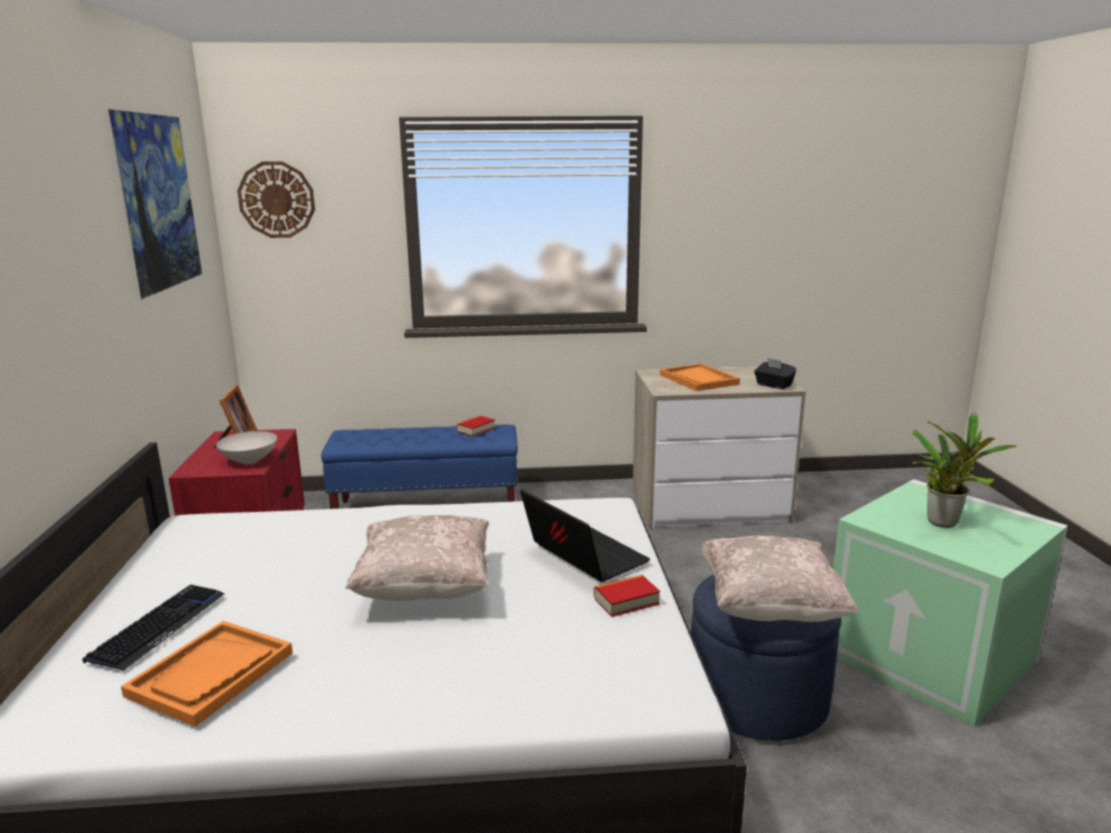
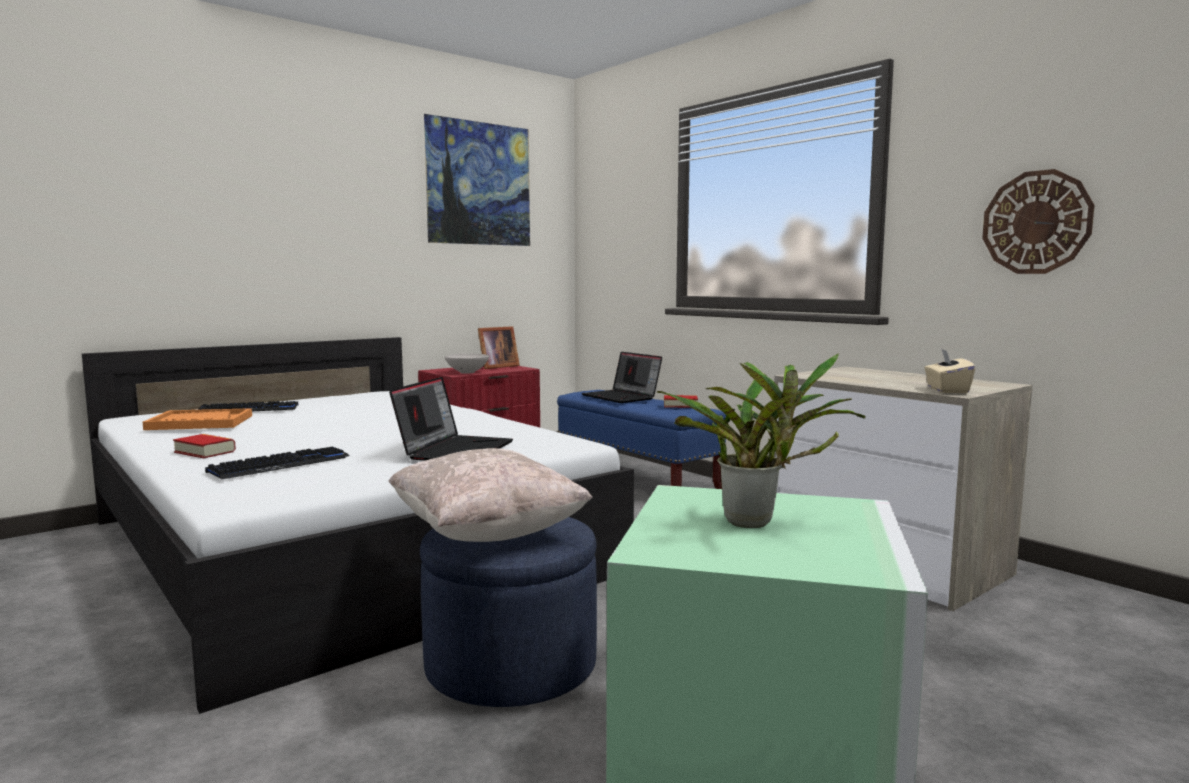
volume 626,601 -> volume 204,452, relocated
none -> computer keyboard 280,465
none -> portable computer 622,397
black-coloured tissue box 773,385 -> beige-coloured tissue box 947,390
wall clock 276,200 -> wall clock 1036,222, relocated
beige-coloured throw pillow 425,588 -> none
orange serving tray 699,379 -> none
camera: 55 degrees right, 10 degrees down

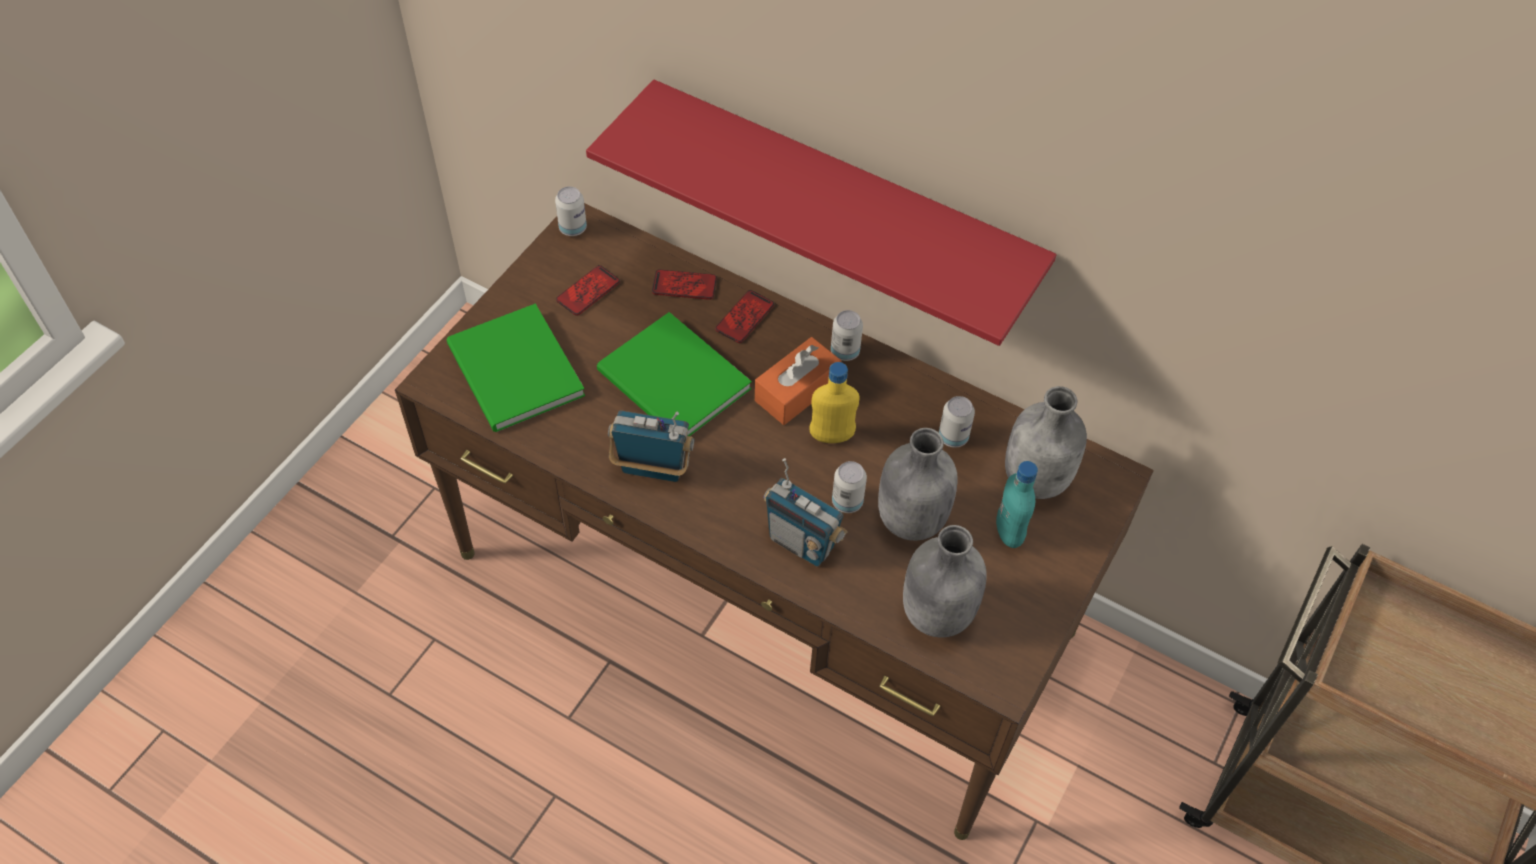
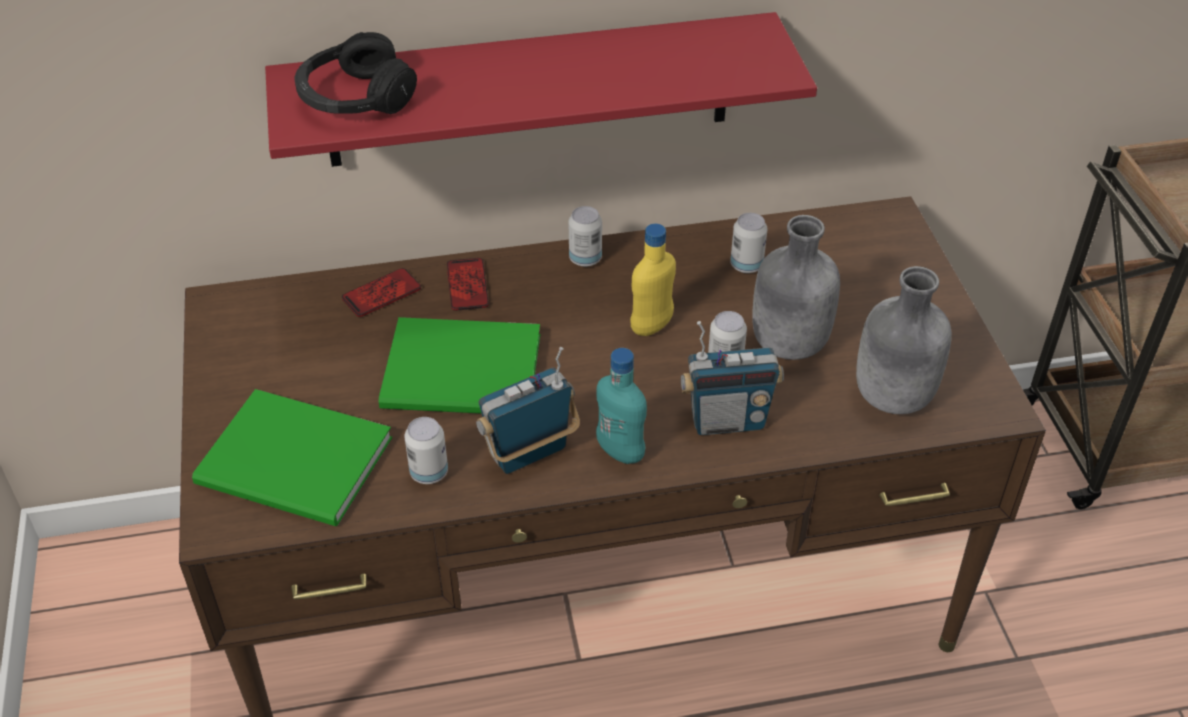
none -> black-coloured pair of headphones 355,98
metal can 573,228 -> metal can 429,473, relocated
turquoise drink bottle 1009,532 -> turquoise drink bottle 620,451, relocated
telephone 588,291 -> none
orange tissue box 797,391 -> none
gray drink bottle 1037,478 -> none
camera: 40 degrees left, 10 degrees down

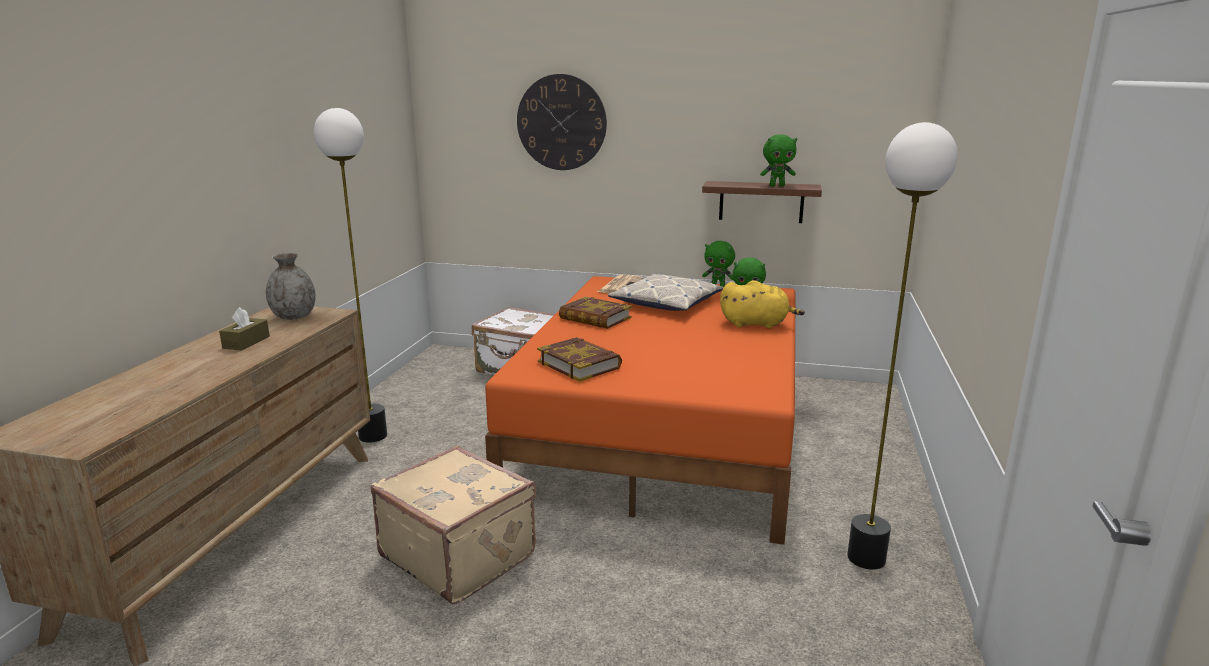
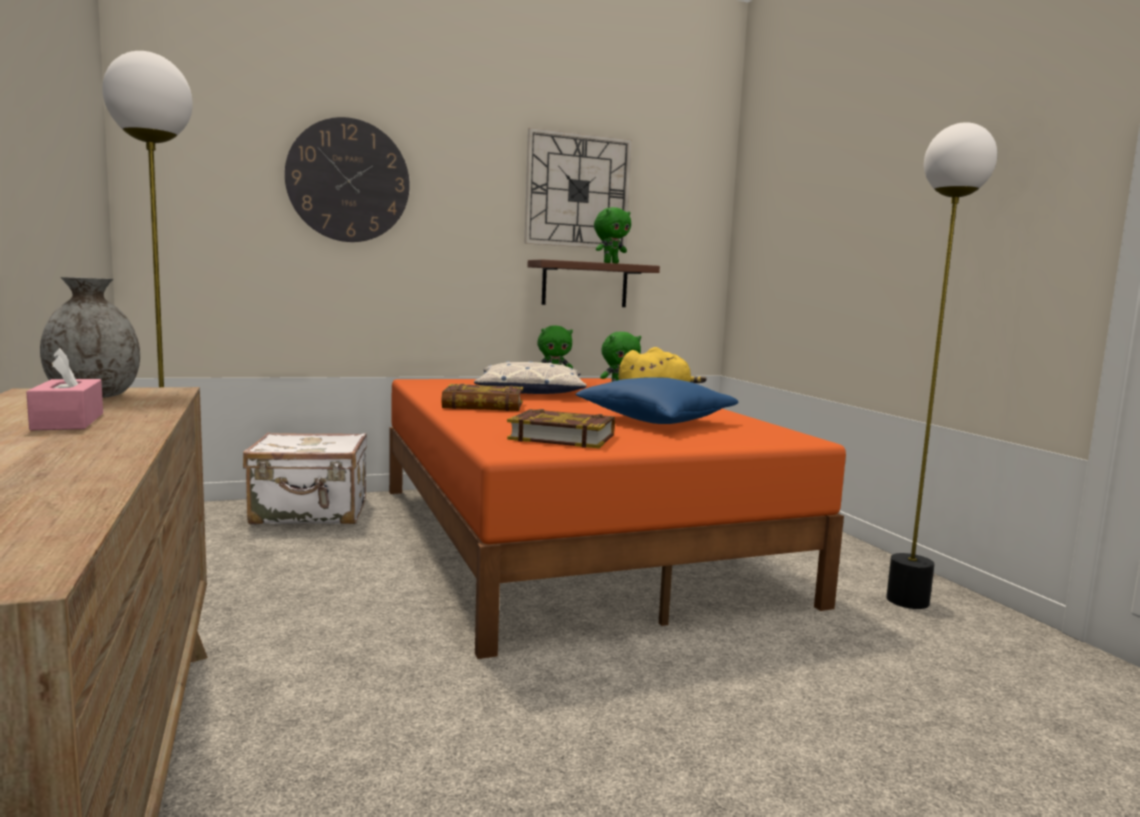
brown tissue box 246,342 -> pink tissue box 68,421
none -> wall clock 577,191
none -> bluish throw pillow 656,421
beige-coloured travel case 459,554 -> none
daily paper 620,285 -> none
camera: 35 degrees left, 10 degrees down

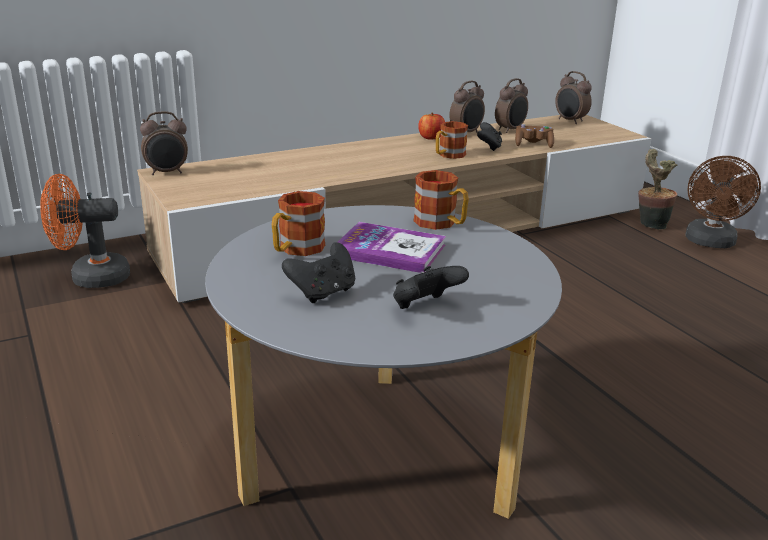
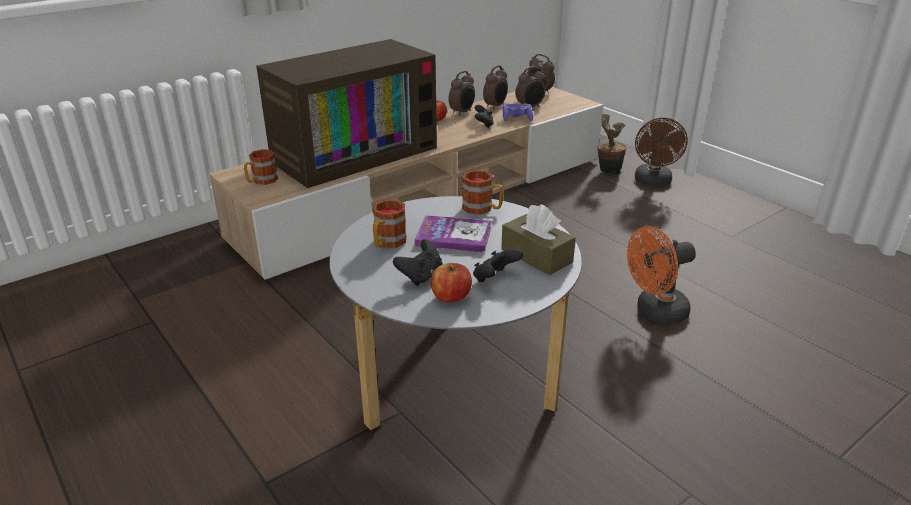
tea mug 448,155 -> tea mug 261,181, relocated
none -> television 354,153
none -> apple 451,297
none -> brown tissue box 536,256
brown gamepad 533,145 -> purplish gamepad 517,119
bedside clock 167,173 -> bedside clock 530,107, relocated
orange fan 90,278 -> orange fan 655,312, relocated
camera: 10 degrees left, 5 degrees up

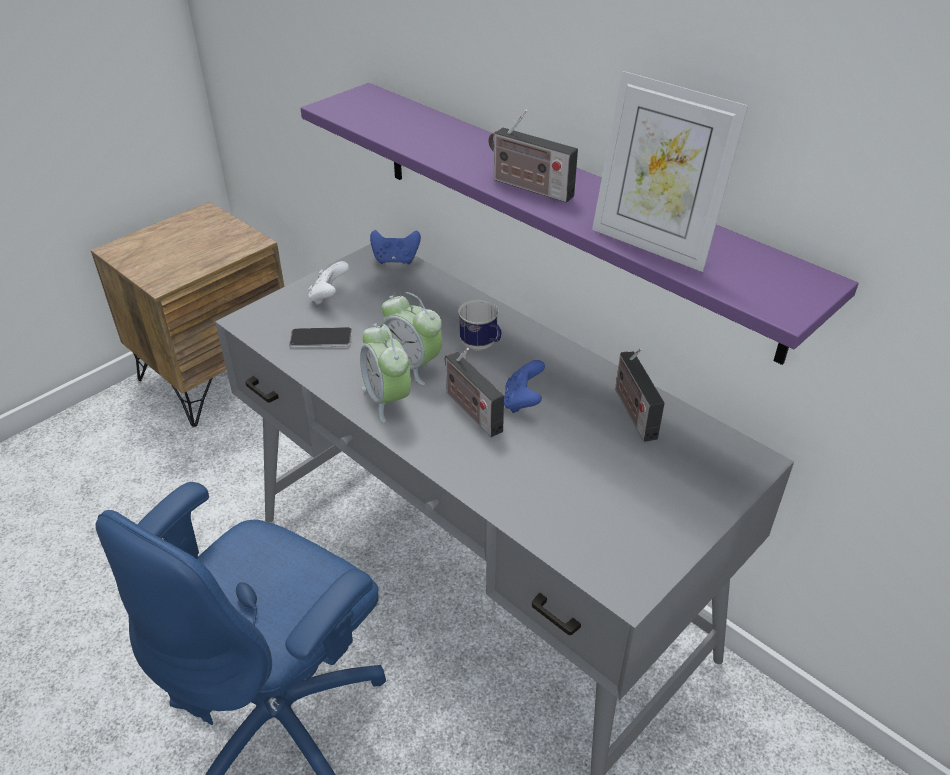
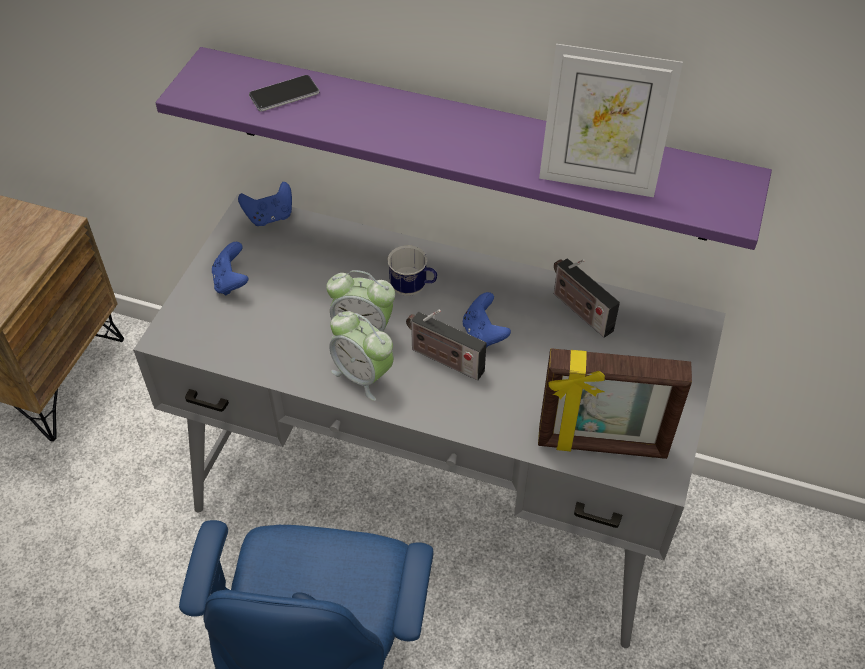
white-coloured gamepad 329,297 -> bluish gamepad 231,282
telephone 321,339 -> telephone 284,94, relocated
none -> standing frame 602,446
radio 528,187 -> none
camera: 25 degrees left, 10 degrees up

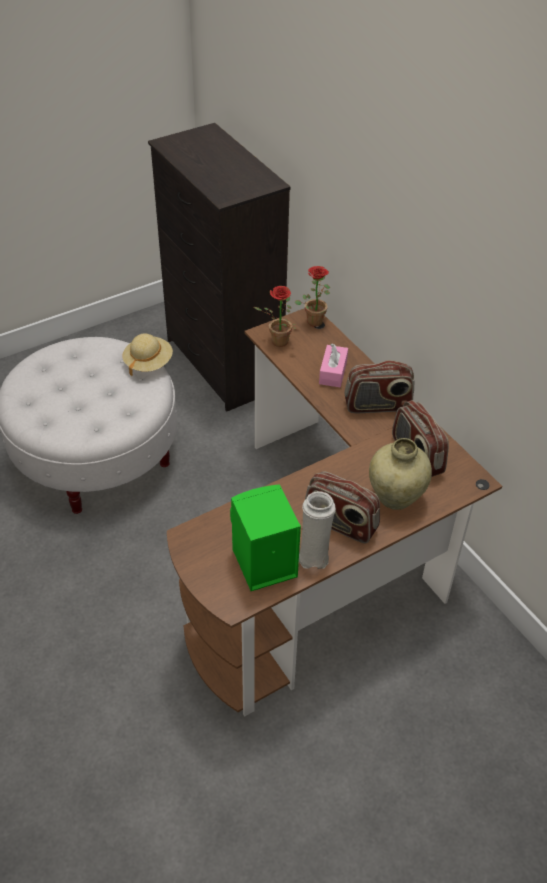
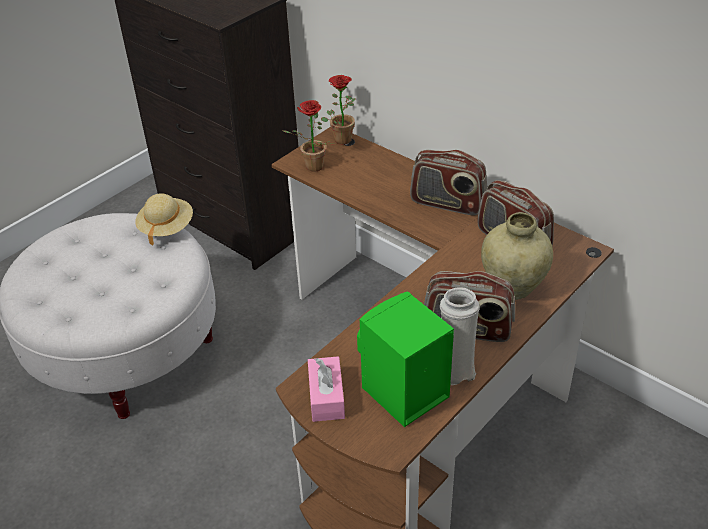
pink tissue box 333,372 -> pink tissue box 326,397, relocated
radio 377,405 -> radio 447,203, 45 degrees clockwise
camera: 15 degrees left, 5 degrees down

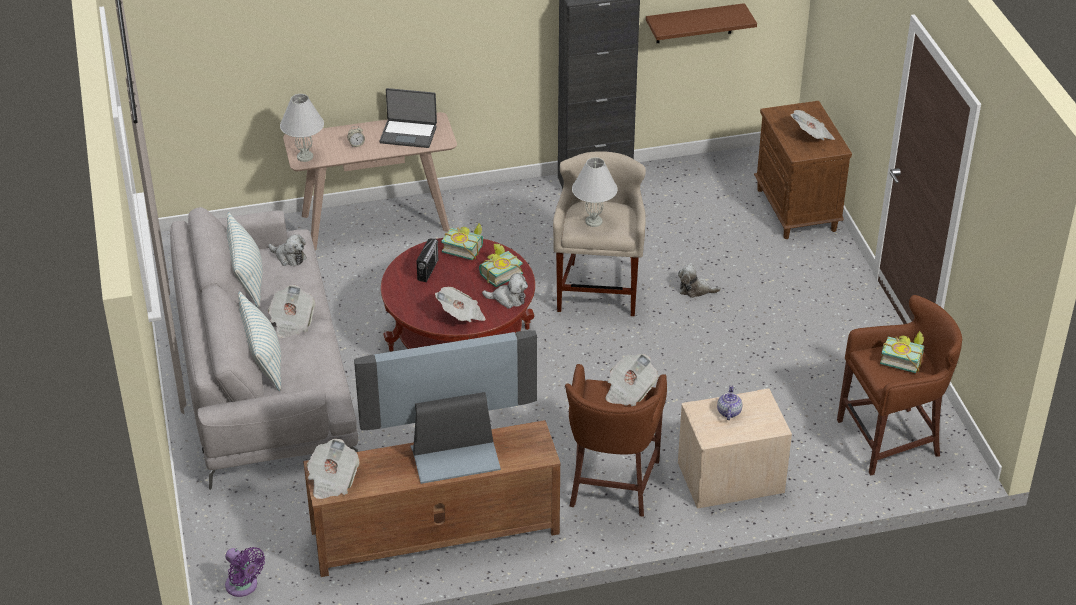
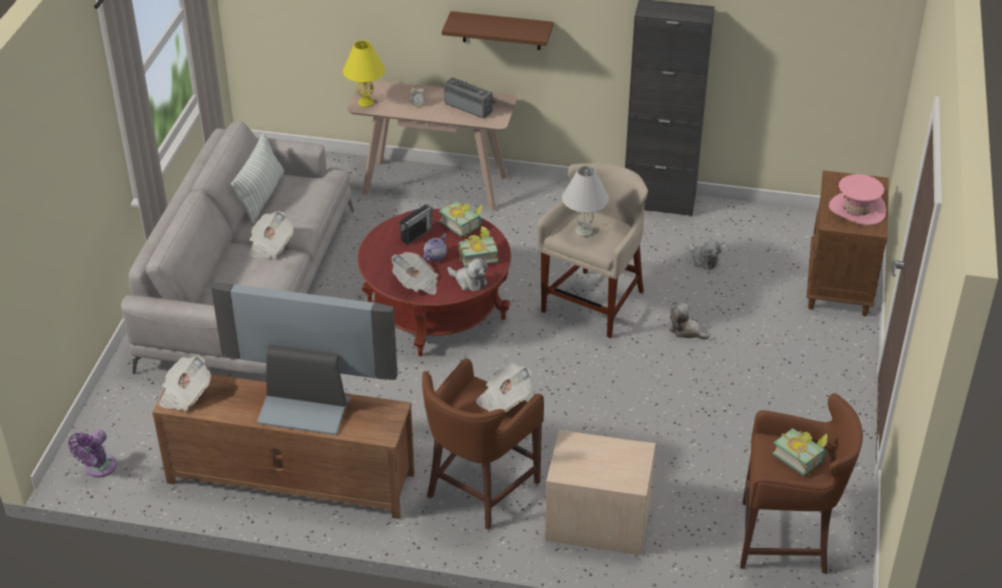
purplish fan 243,586 -> purplish fan 99,468, 45 degrees clockwise
white-coloured tabletop lamp 305,156 -> yellow-coloured tabletop lamp 366,102
pot for tea 728,412 -> pot for tea 435,256, relocated
brown bracket shelf 694,23 -> brown bracket shelf 501,30, relocated
portable computer 408,134 -> radio 470,107
plush toy 289,257 -> plush toy 704,260, relocated
daily paper 811,136 -> pink hat 857,209
throw pillow 263,360 -> none
camera: 25 degrees right, 0 degrees up

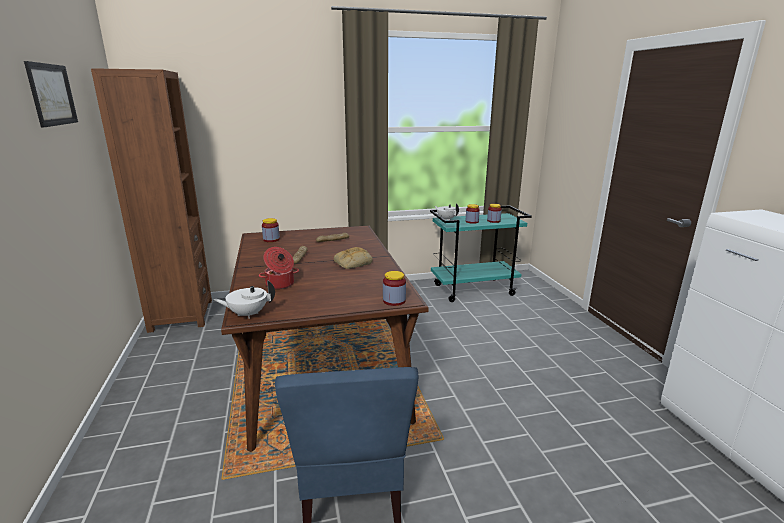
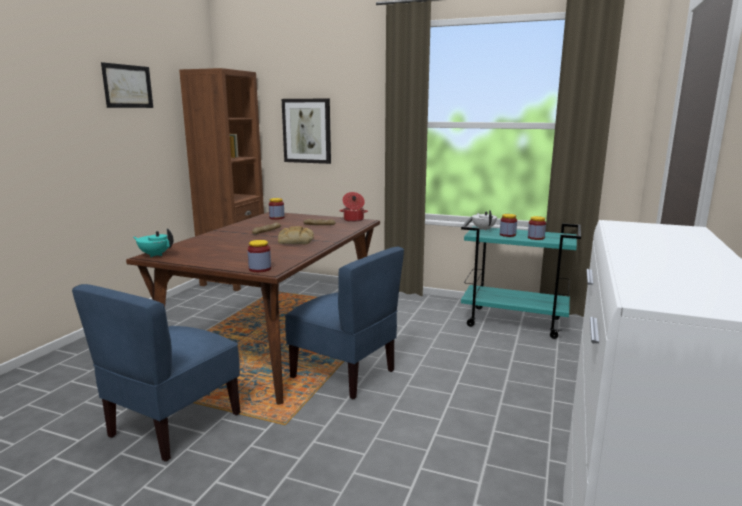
white-coloured pot for tea 248,314 -> turquoise pot for tea 155,255
none -> picture 307,131
none -> bluish chair 344,373
saucepot 280,284 -> saucepot 353,220, relocated
camera: 35 degrees right, 5 degrees down

